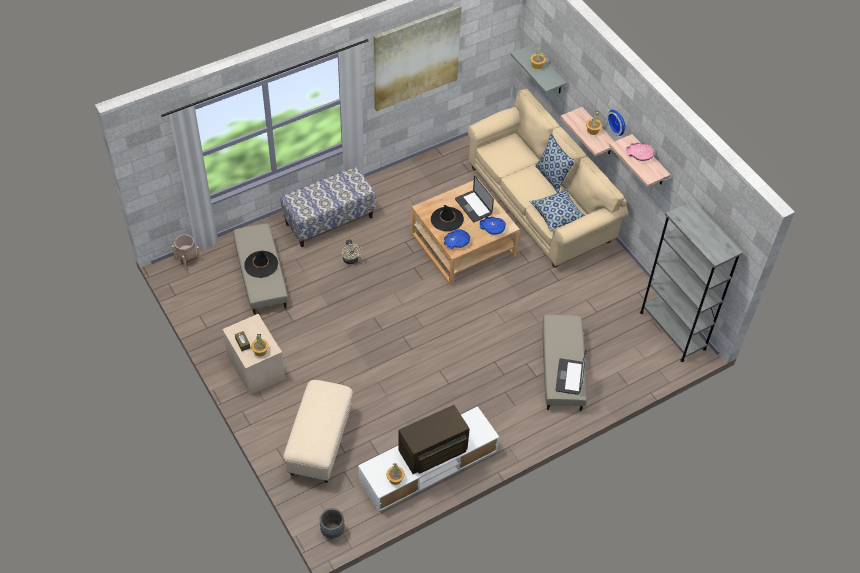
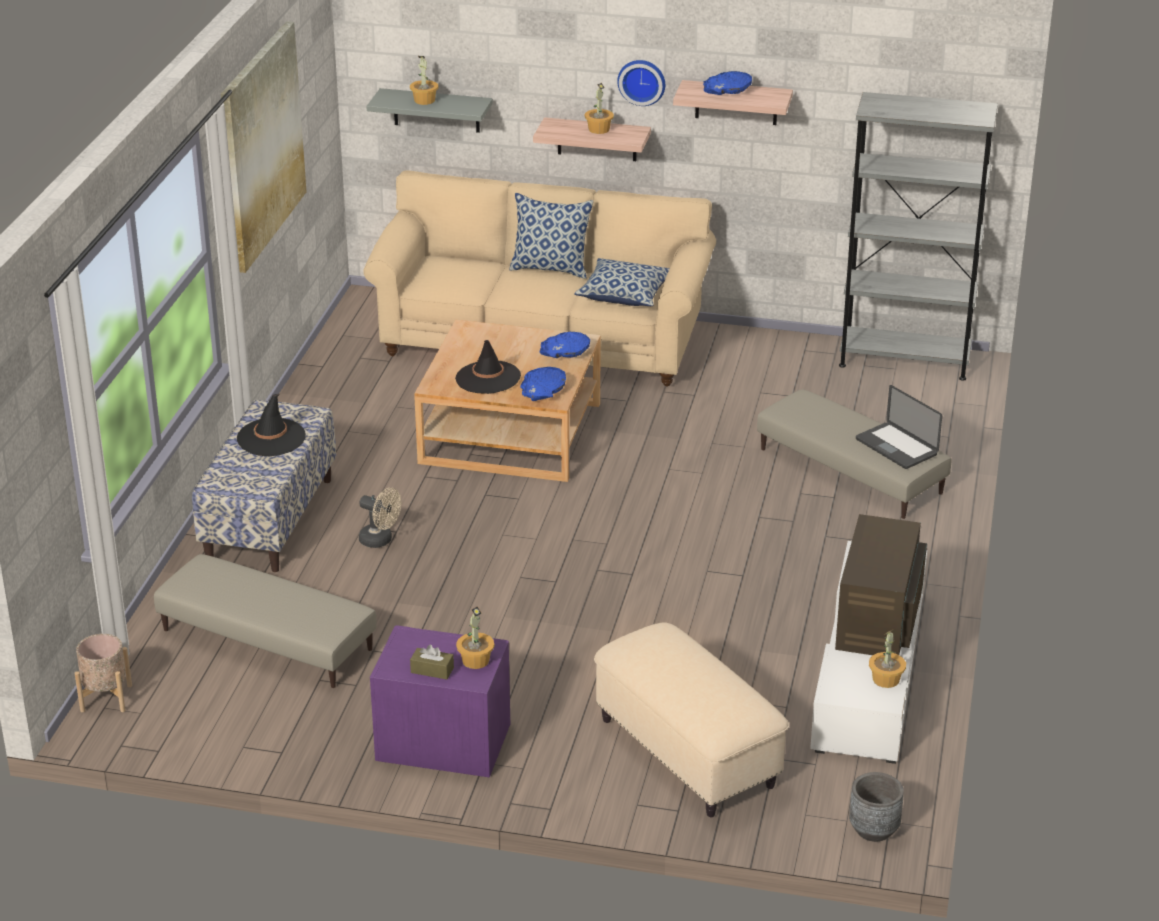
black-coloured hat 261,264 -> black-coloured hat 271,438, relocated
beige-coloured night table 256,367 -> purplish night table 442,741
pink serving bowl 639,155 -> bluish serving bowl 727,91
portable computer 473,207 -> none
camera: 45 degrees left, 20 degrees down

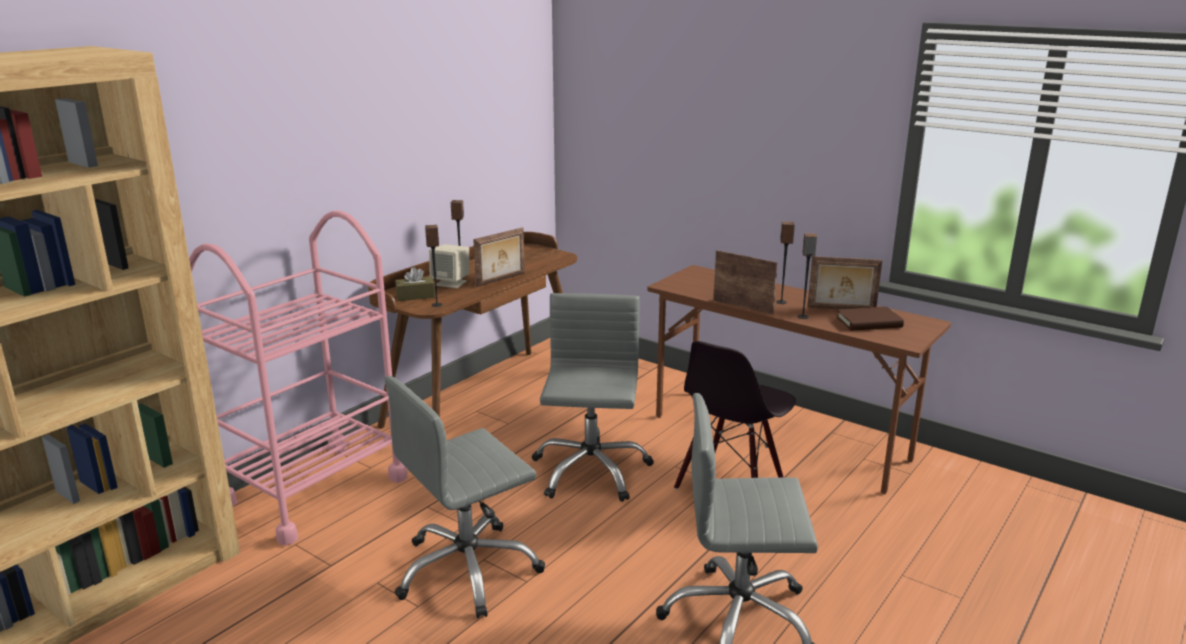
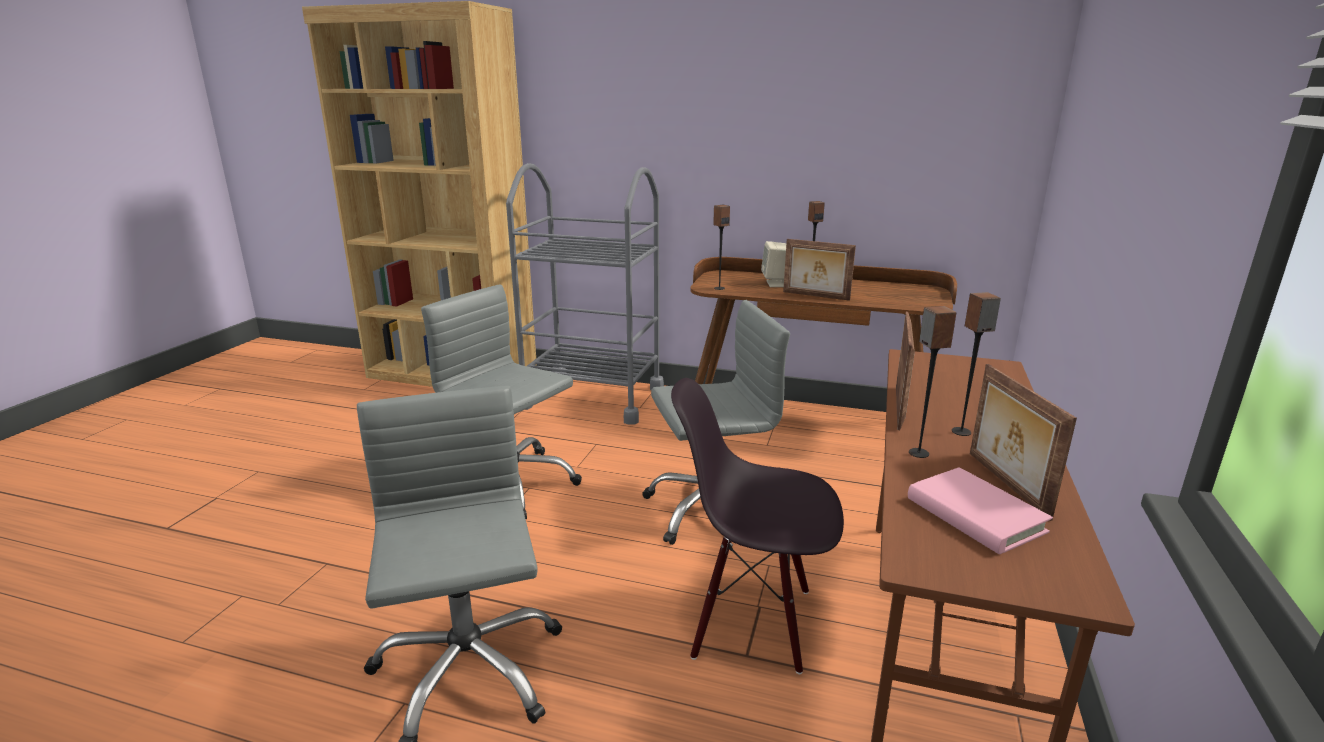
pink trolley 314,491 -> gray trolley 593,397
brown volume 869,322 -> pink volume 975,515
brown tissue box 415,296 -> none
camera: 70 degrees right, 0 degrees up

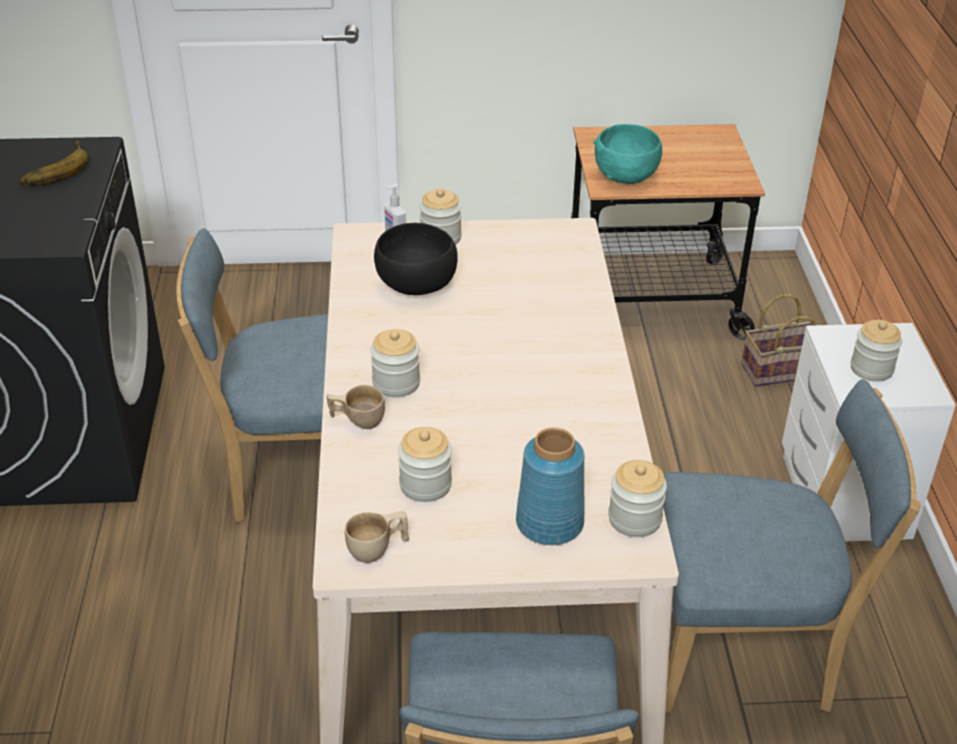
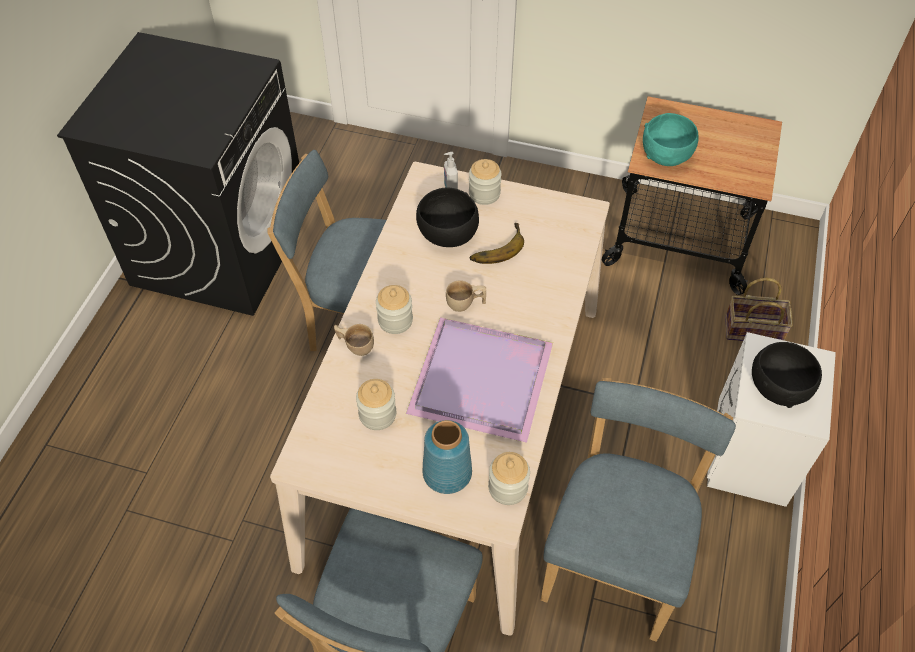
none -> purplish serving tray 484,379
beige-coloured drinking cup 378,549 -> beige-coloured drinking cup 465,304, relocated
banana fruit 53,169 -> banana fruit 495,247, relocated
bluish chair 747,650 -> bluish chair 616,558, 90 degrees counterclockwise
jar 871,369 -> black-coloured serving bowl 778,387
camera: 20 degrees right, 15 degrees up

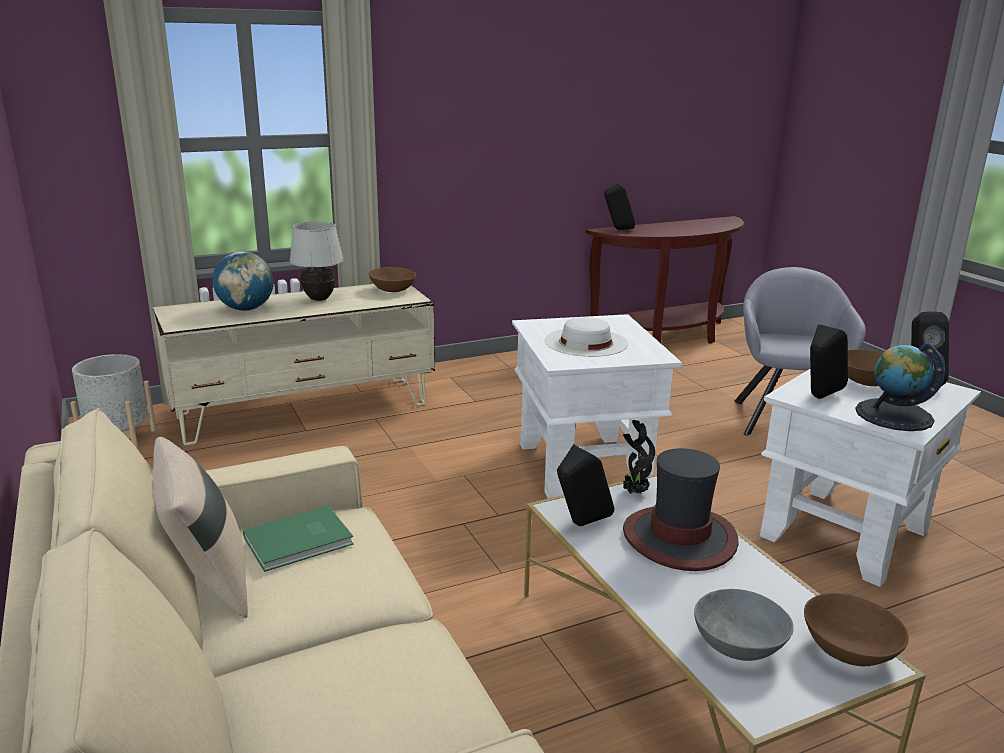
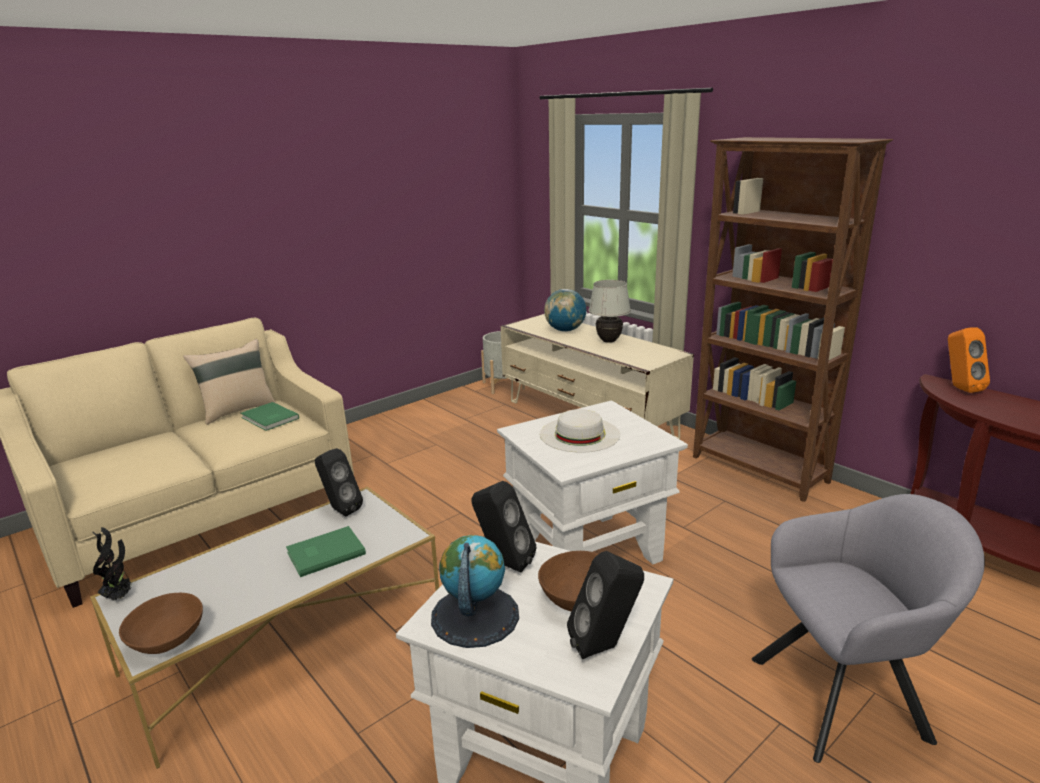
houseplant 634,493 -> houseplant 120,597, relocated
hat 680,538 -> green-coloured volume 324,553
none -> brown shelving unit 759,470
black-coloured audio speaker 618,229 -> orange audio speaker 959,388
brown serving bowl 392,290 -> none
gray serving bowl 739,645 -> none
camera: 75 degrees right, 0 degrees up

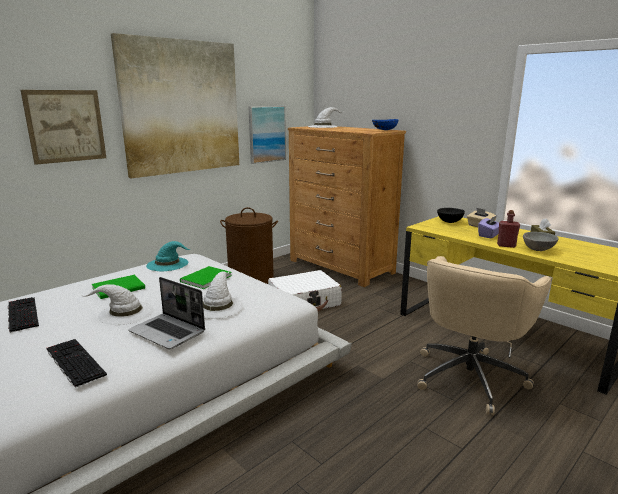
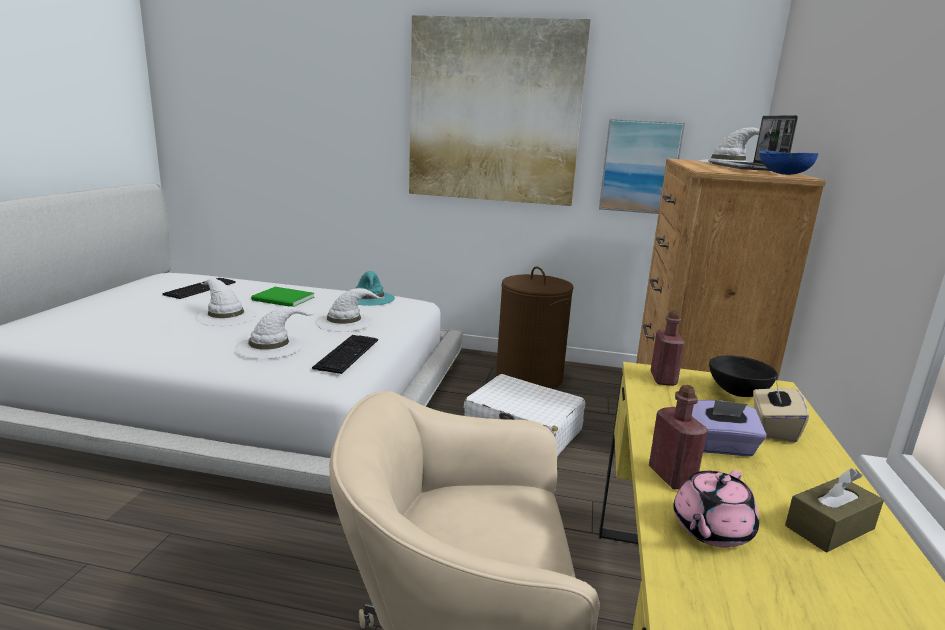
computer keyboard 73,362 -> computer keyboard 346,353, relocated
green-coloured volume 204,279 -> white-coloured hat 345,322
none -> red drink bottle 663,379
gray serving bowl 538,250 -> pink pot for tea 710,529
portable computer 168,332 -> portable computer 746,168, relocated
picture 66,126 -> none
camera: 55 degrees right, 0 degrees up

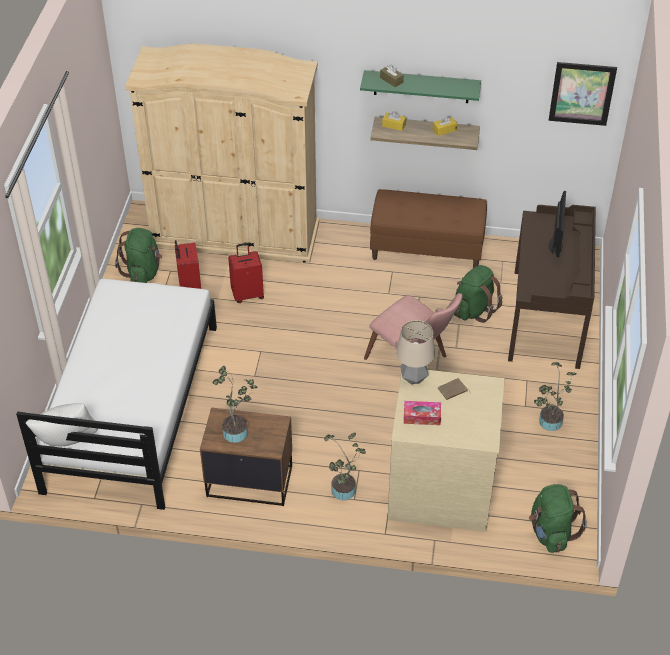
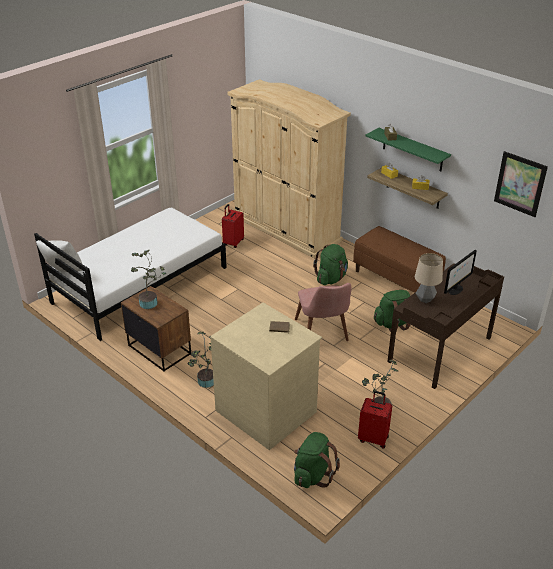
green-coloured rucksack 143,272 -> green-coloured rucksack 331,278, relocated
red travel case 247,294 -> red travel case 373,438, relocated
tabletop lamp 413,378 -> tabletop lamp 425,299, relocated
tissue box 422,417 -> none
camera: 35 degrees right, 10 degrees down

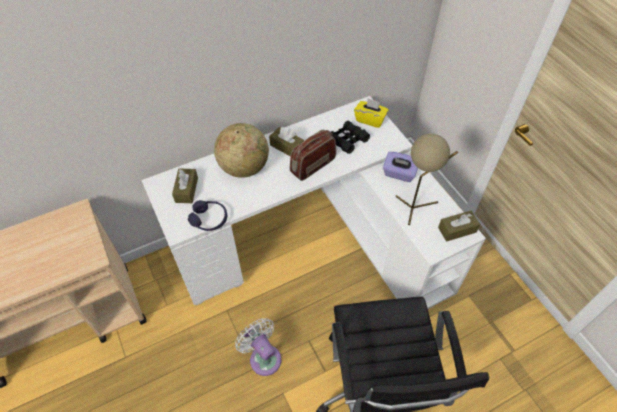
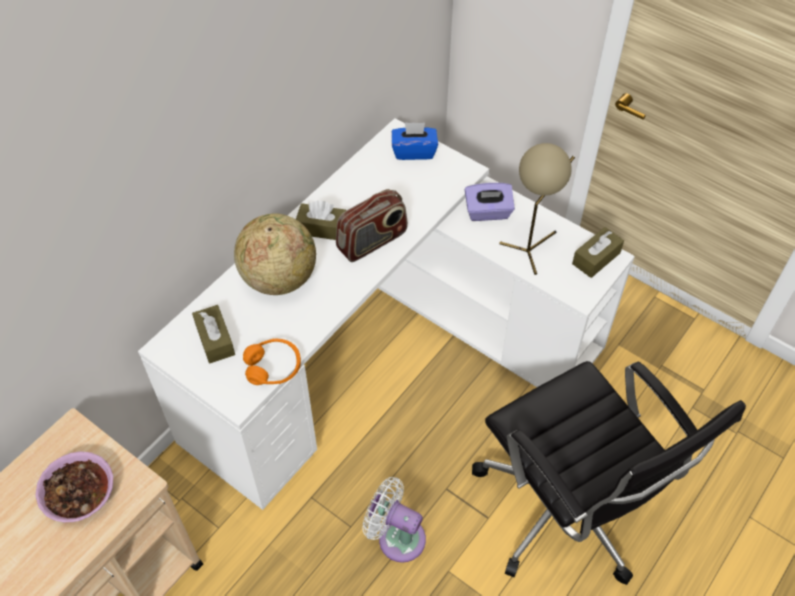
none -> serving bowl 79,494
purplish pair of headphones 209,219 -> orange pair of headphones 273,367
radio 312,165 -> radio 372,241, 150 degrees counterclockwise
yellow-coloured tissue box 370,119 -> bluish tissue box 414,151
black-coloured field glasses 348,140 -> none
camera: 25 degrees left, 0 degrees up

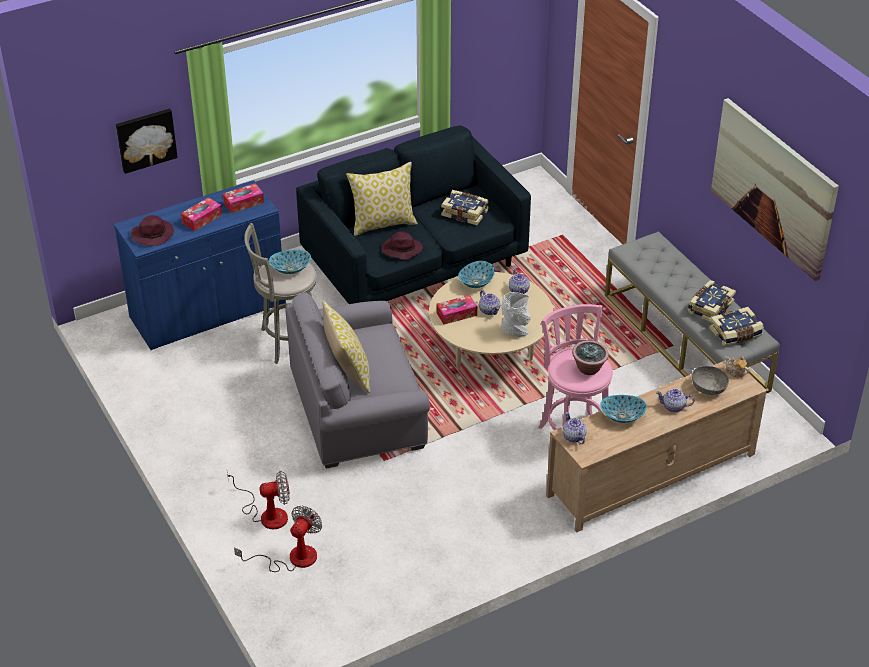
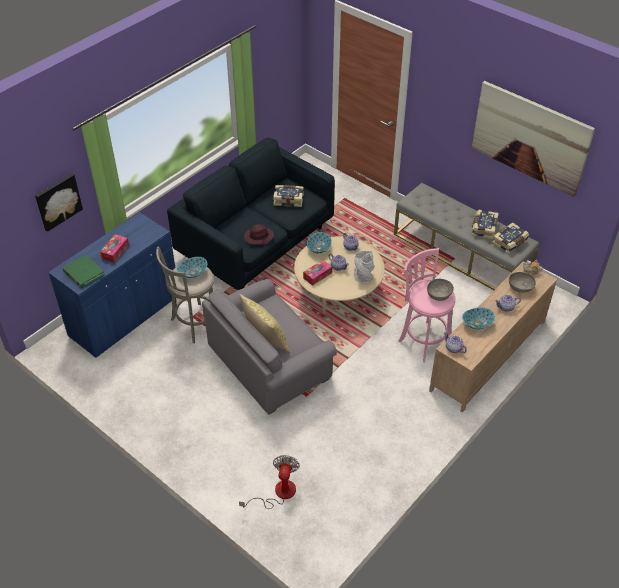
purplish hat 153,234 -> green-coloured volume 83,273
houseplant 589,368 -> gray serving bowl 439,294
tissue box 243,203 -> none
fan 266,514 -> none
throw pillow 383,223 -> none
camera: 20 degrees left, 5 degrees up

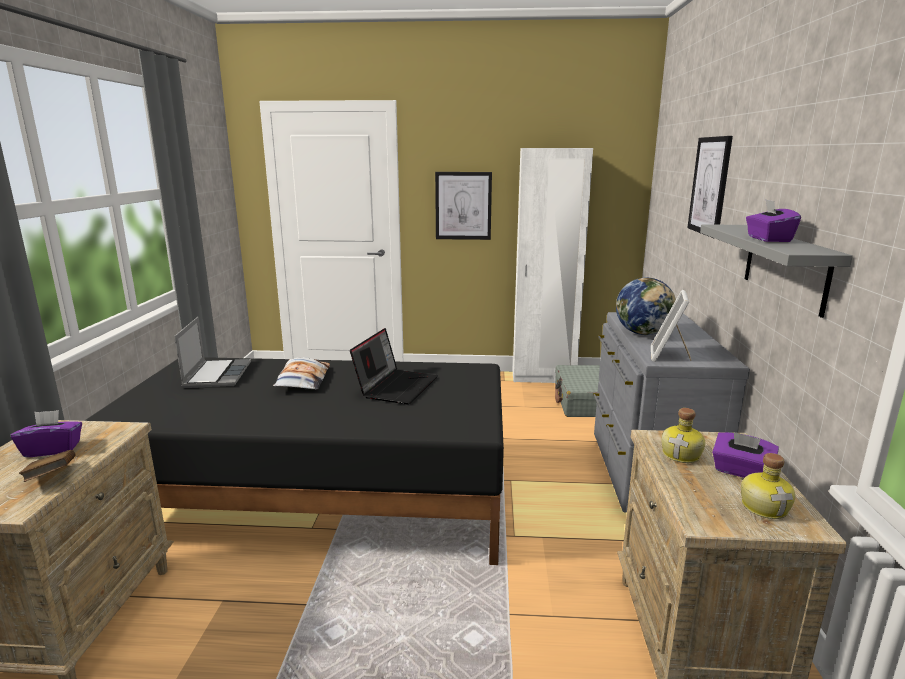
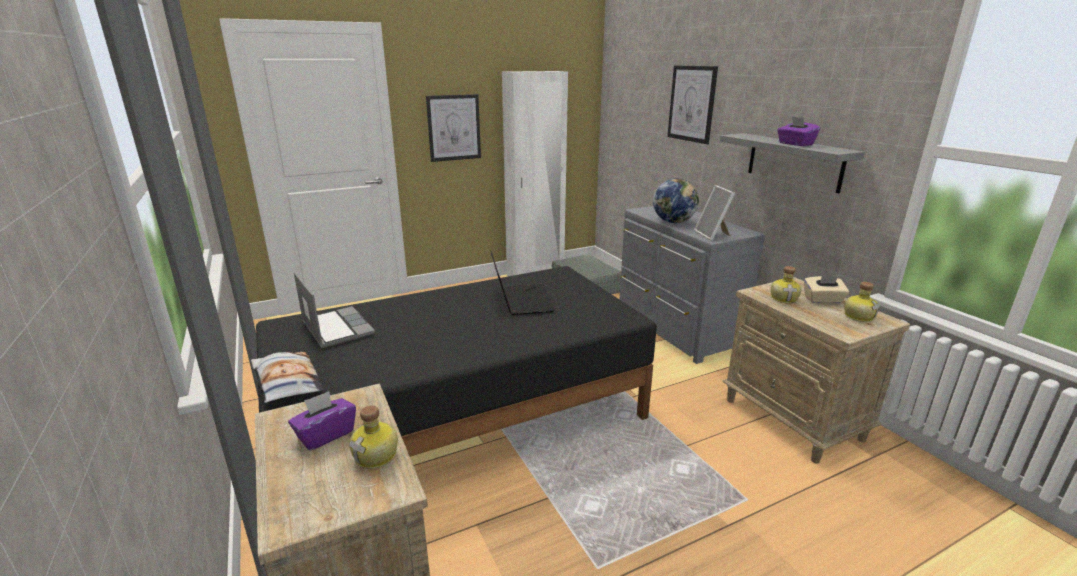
throw pillow 302,380 -> throw pillow 286,382, relocated
brown volume 52,477 -> drink bottle 377,455
purplish tissue box 741,471 -> beige-coloured tissue box 823,300
camera: 30 degrees left, 5 degrees up

